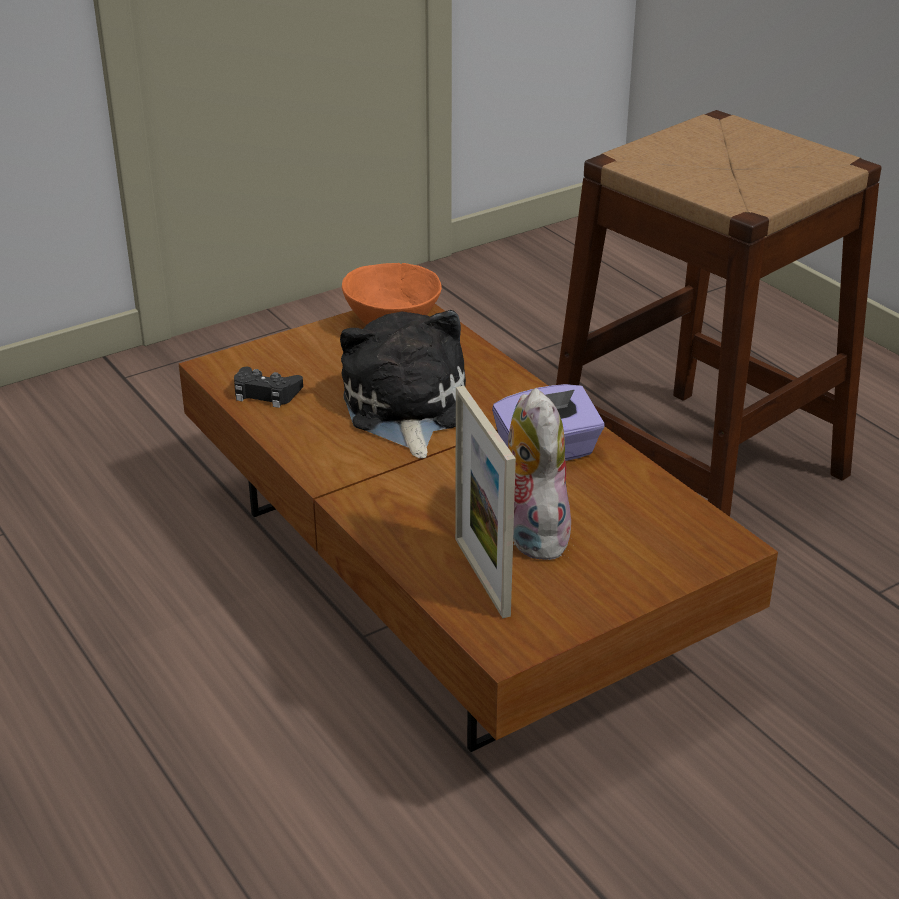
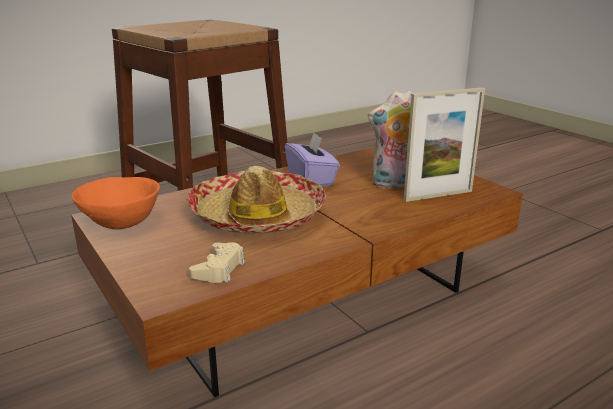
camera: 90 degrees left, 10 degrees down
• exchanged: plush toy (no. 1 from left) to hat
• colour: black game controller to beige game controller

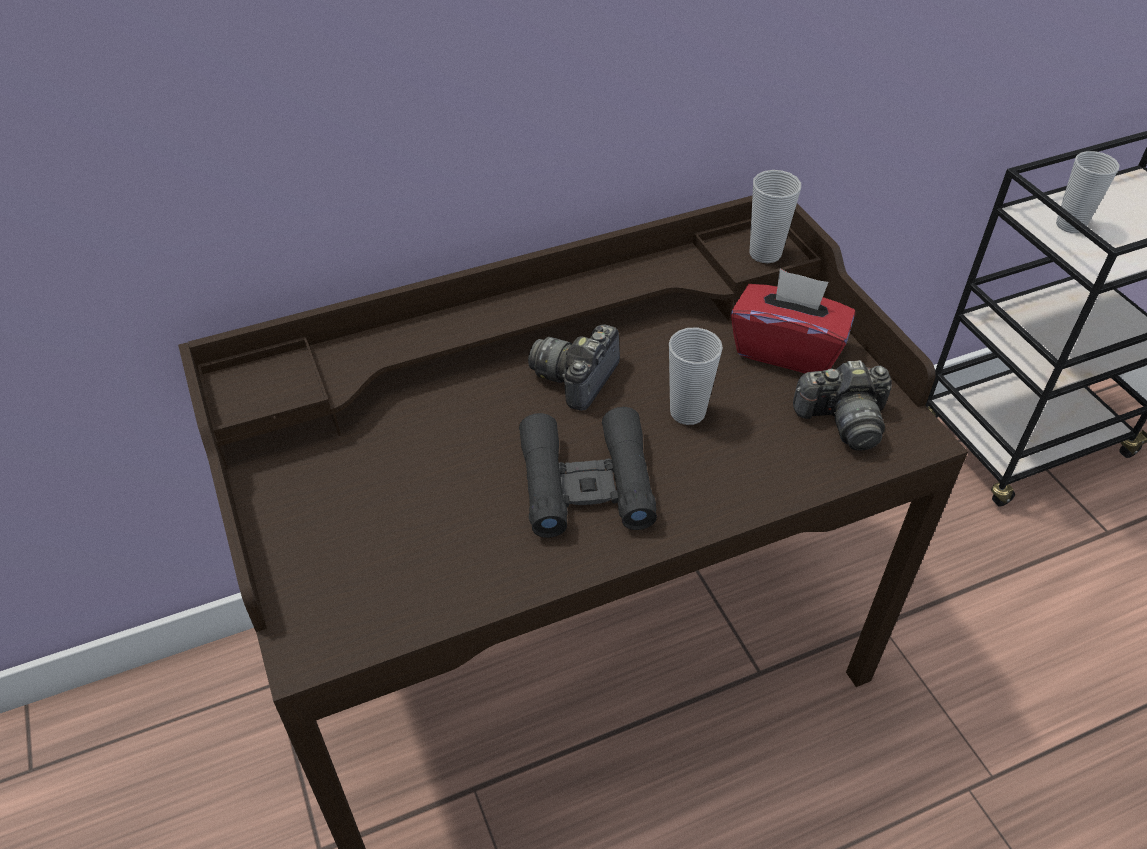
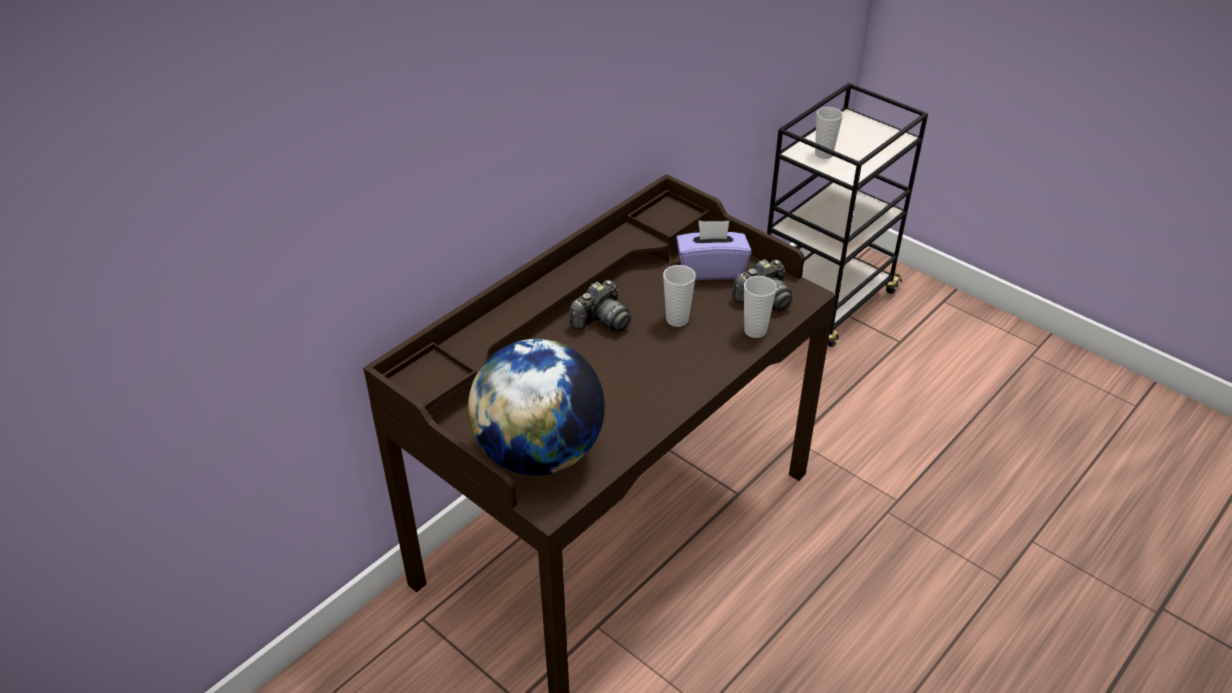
camera: 25 degrees left, 5 degrees down
• missing: black binoculars
• appeared: globe
• relocated: cup (no. 2 from left)
• colour: red tissue box to purple tissue box
• spun: photo camera (no. 1 from left) 135 degrees counterclockwise

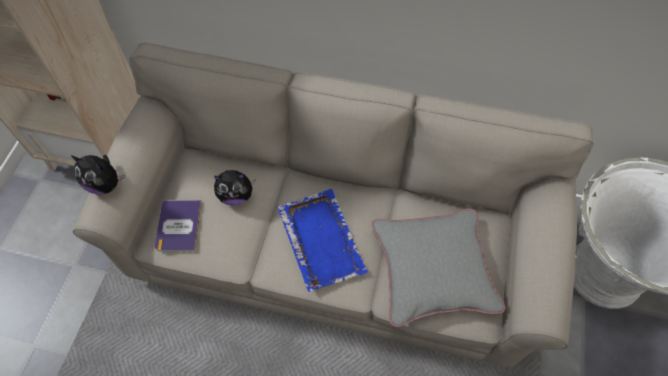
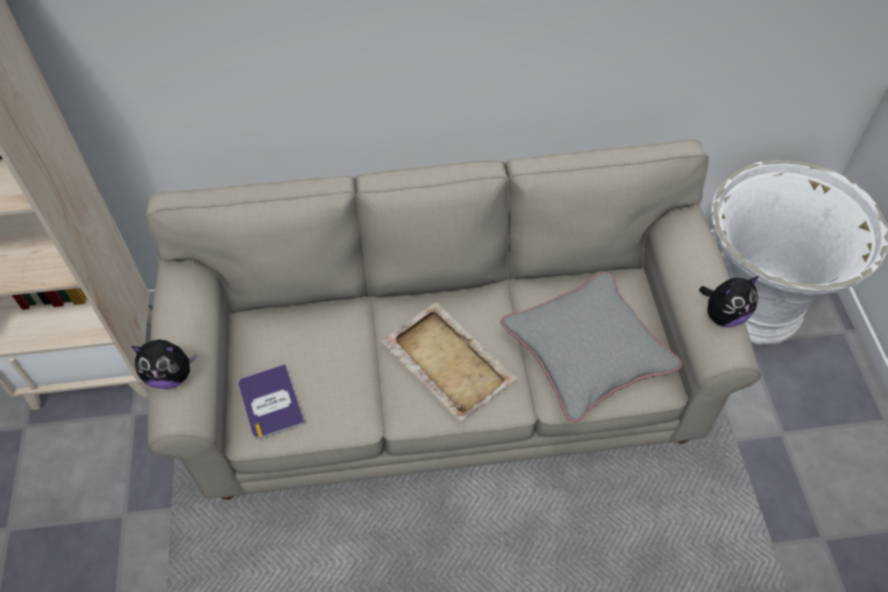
camera: 20 degrees left, 5 degrees down
• relocated: plush toy (no. 2 from left)
• colour: blue tray to beige tray

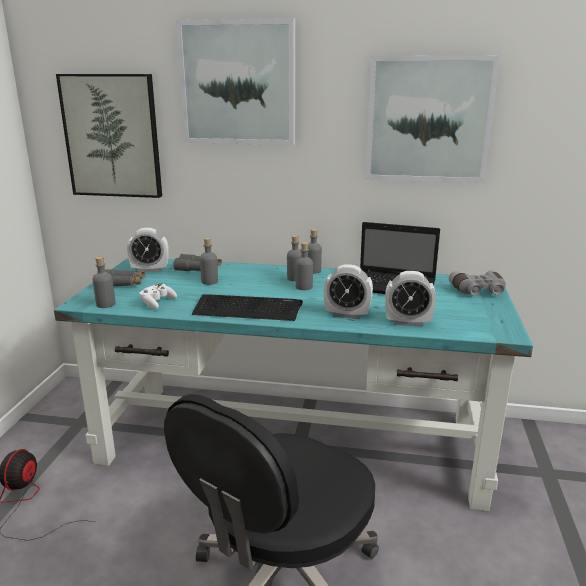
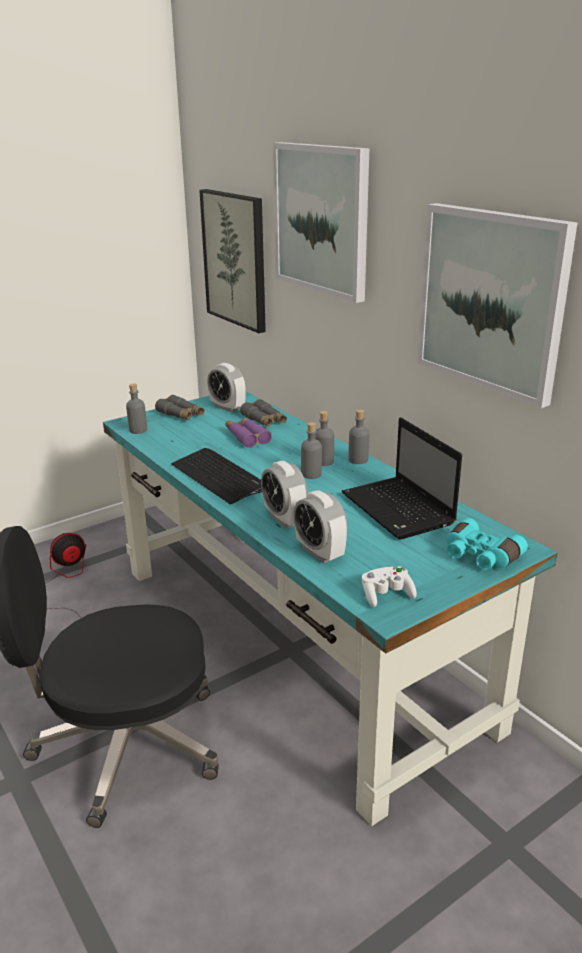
camera: 45 degrees right, 5 degrees up
• relocated: white game controller
• exchanged: grey bottle (no. 2 from left) to purple binoculars
• colour: grey binoculars (no. 3 from left) to turquoise binoculars

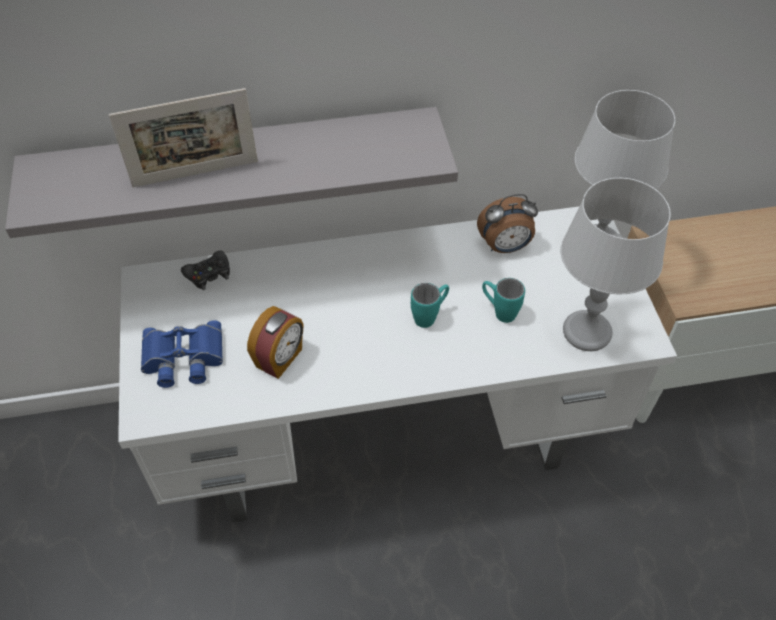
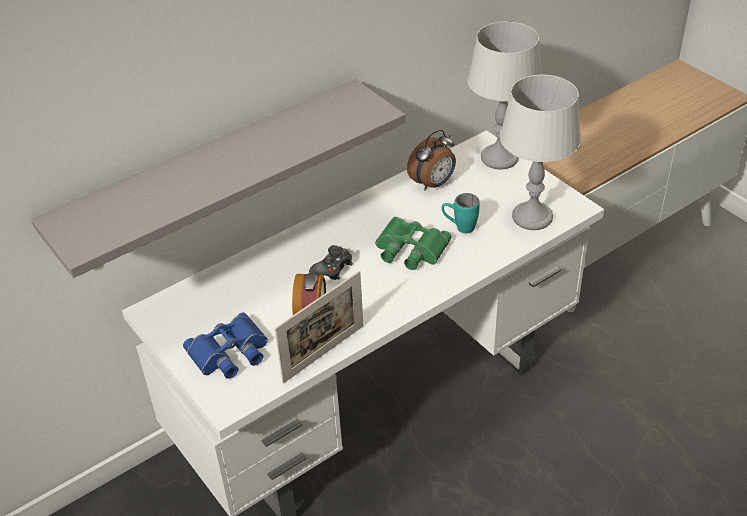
camera: 25 degrees left, 10 degrees down
• relocated: picture frame
• relocated: black game controller
• exchanged: turquoise mug (no. 1 from left) to green binoculars

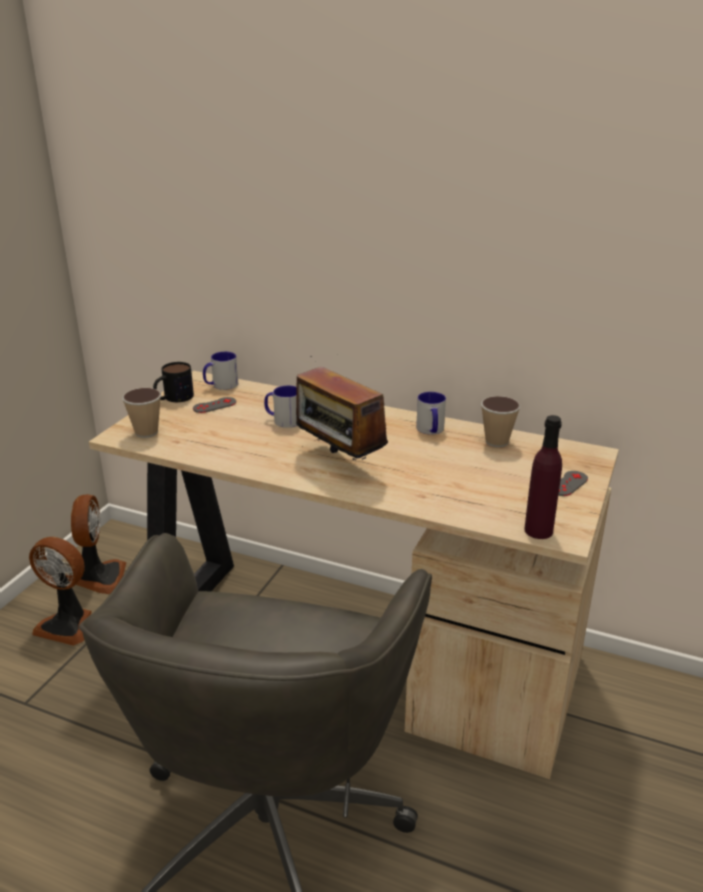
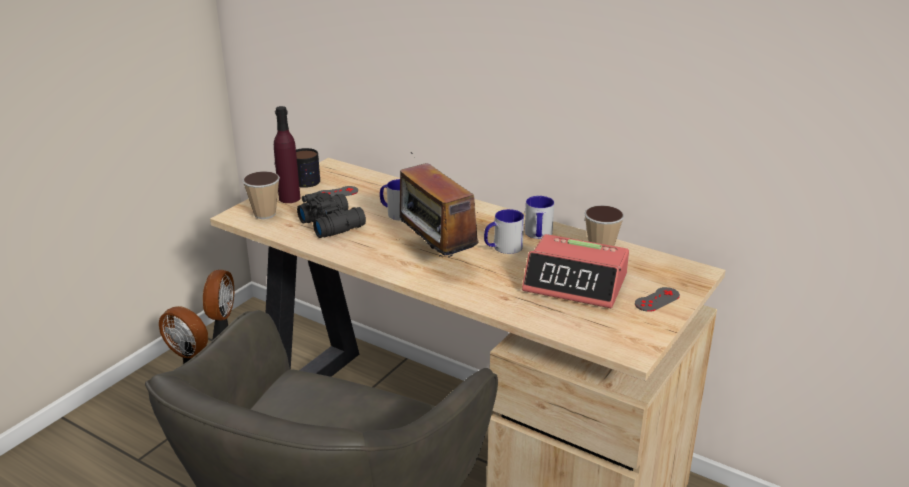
camera: 10 degrees right, 0 degrees up
• appeared: black binoculars
• appeared: alarm clock
• relocated: mug (no. 2 from left in the first image) to mug (no. 3 from left)
• relocated: purple bottle

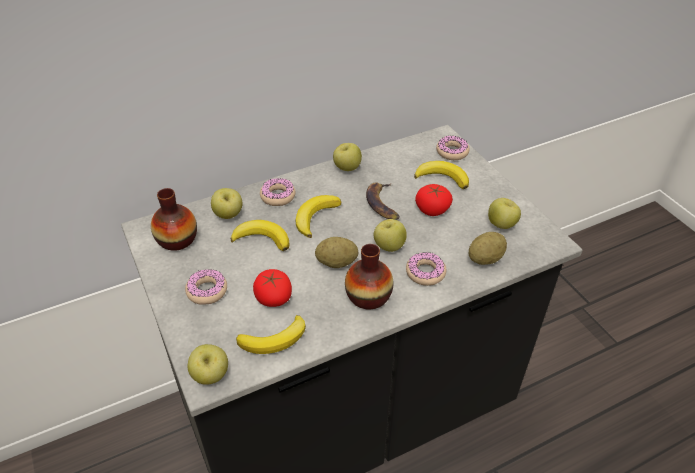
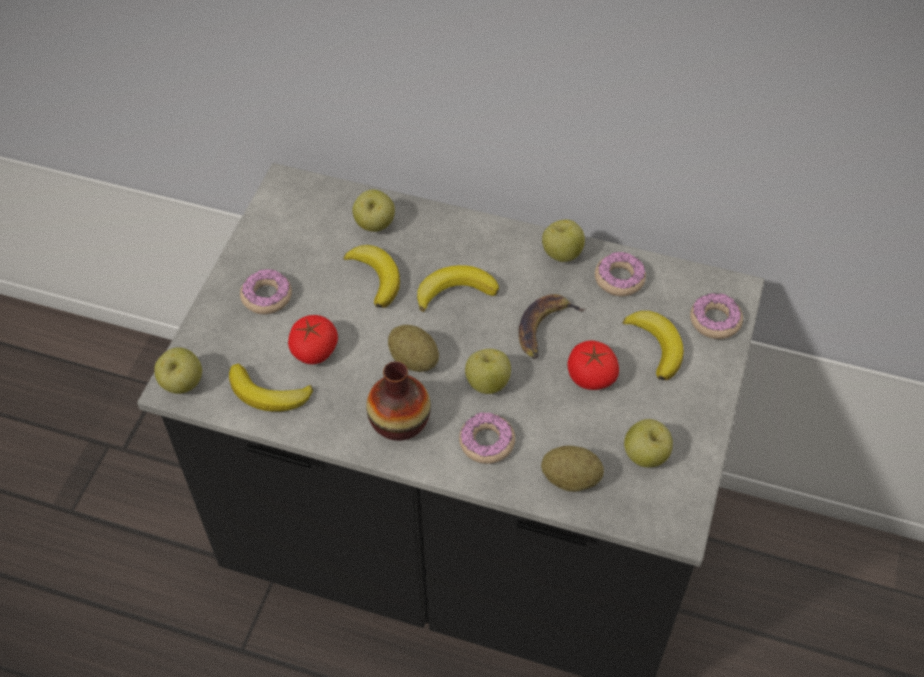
camera: 45 degrees right, 10 degrees up
• missing: vase (no. 1 from left)
• relocated: donut (no. 2 from left in the first image) to donut (no. 3 from left)

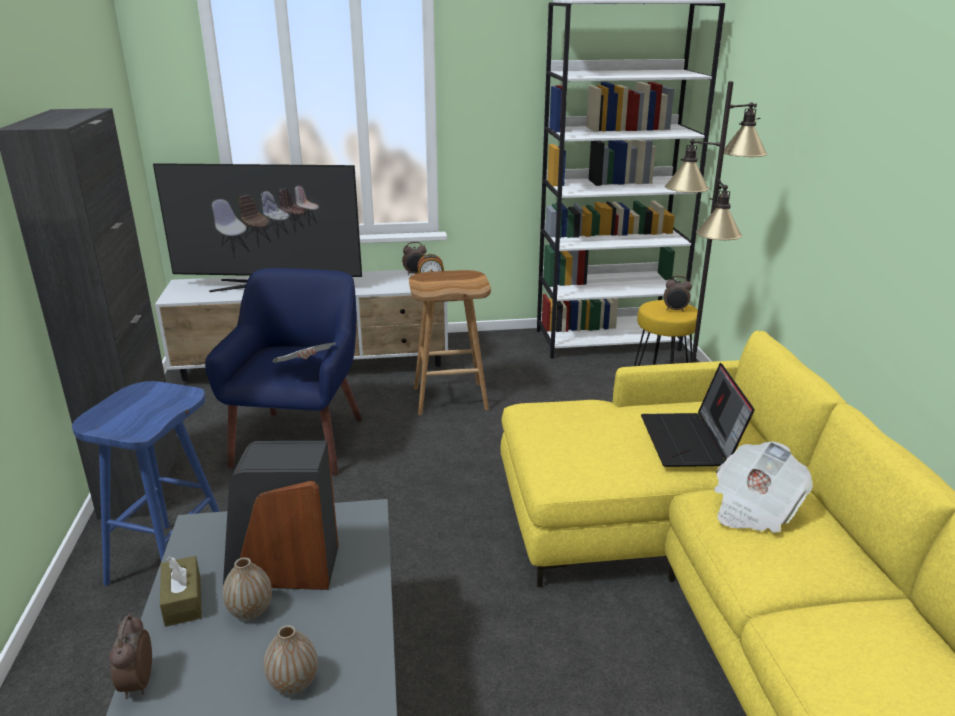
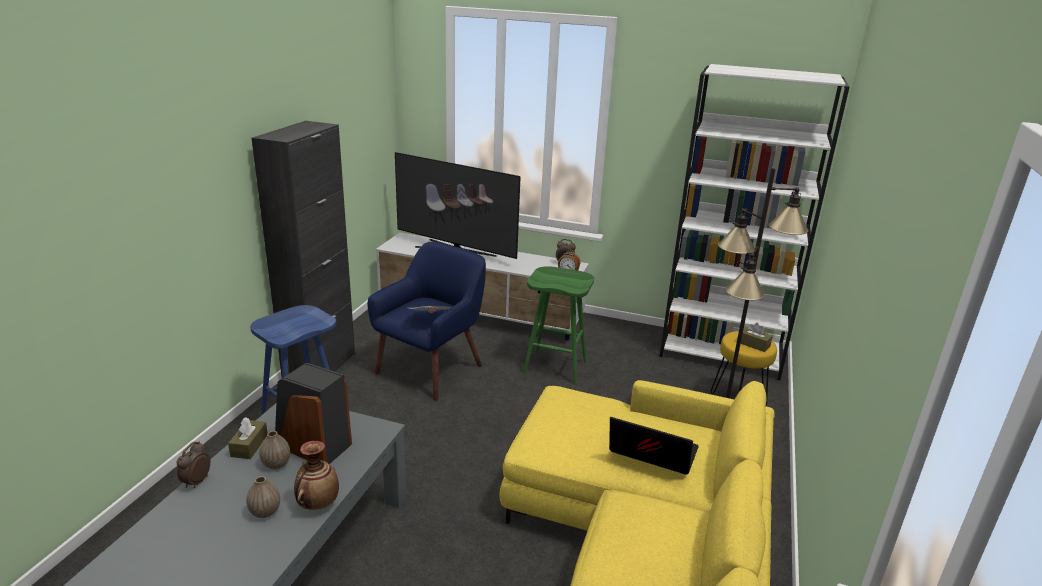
camera: 25 degrees right, 0 degrees up
• missing: newspaper (no. 2 from left)
• appeared: vase (no. 3 from left)
• exchanged: alarm clock (no. 4 from left) to brown tissue box (no. 2 from left)
• colour: brown stool to green stool
• spun: laptop 90 degrees clockwise

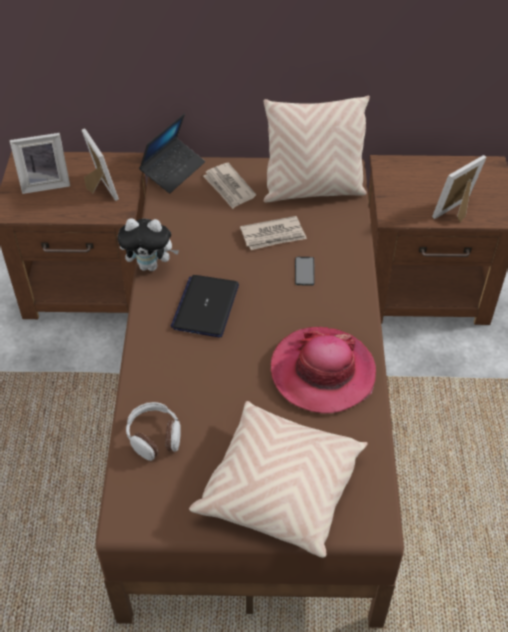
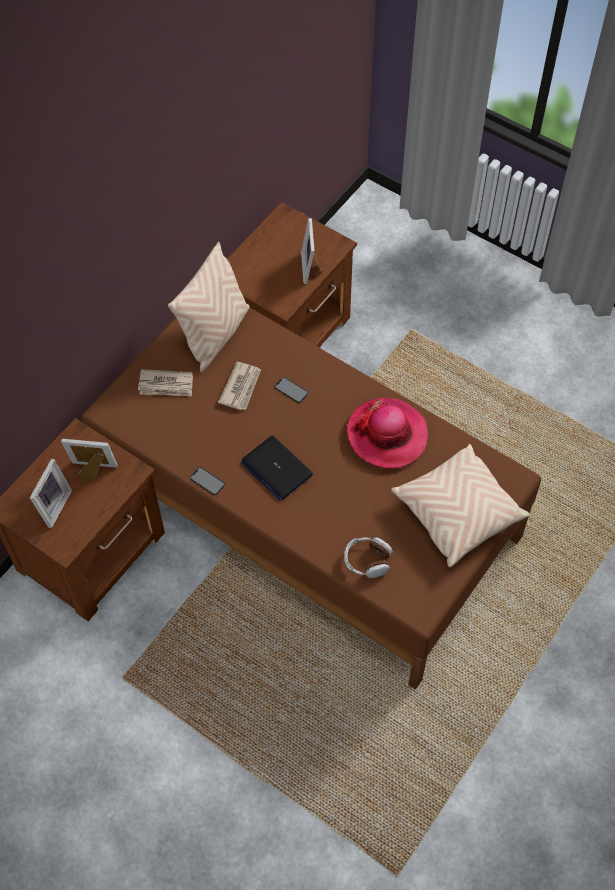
camera: 55 degrees left, 10 degrees up
• missing: laptop (no. 1 from left)
• exchanged: plush toy to phone (no. 1 from left)

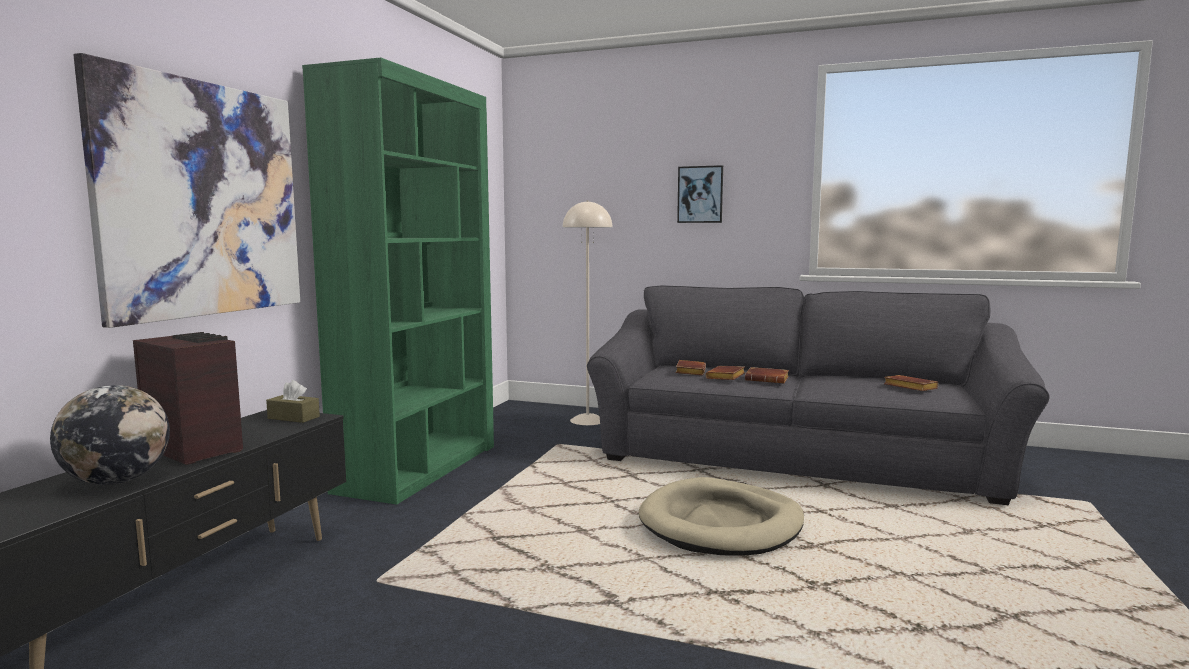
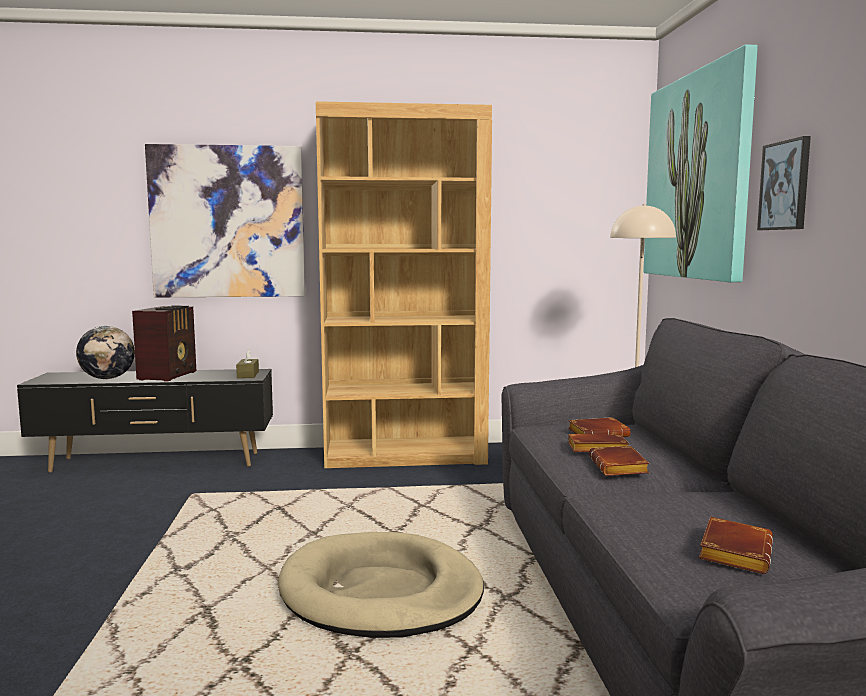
camera: 65 degrees right, 0 degrees up
• appeared: picture (no. 2 from left)
• colour: green bookcase to brown bookcase

